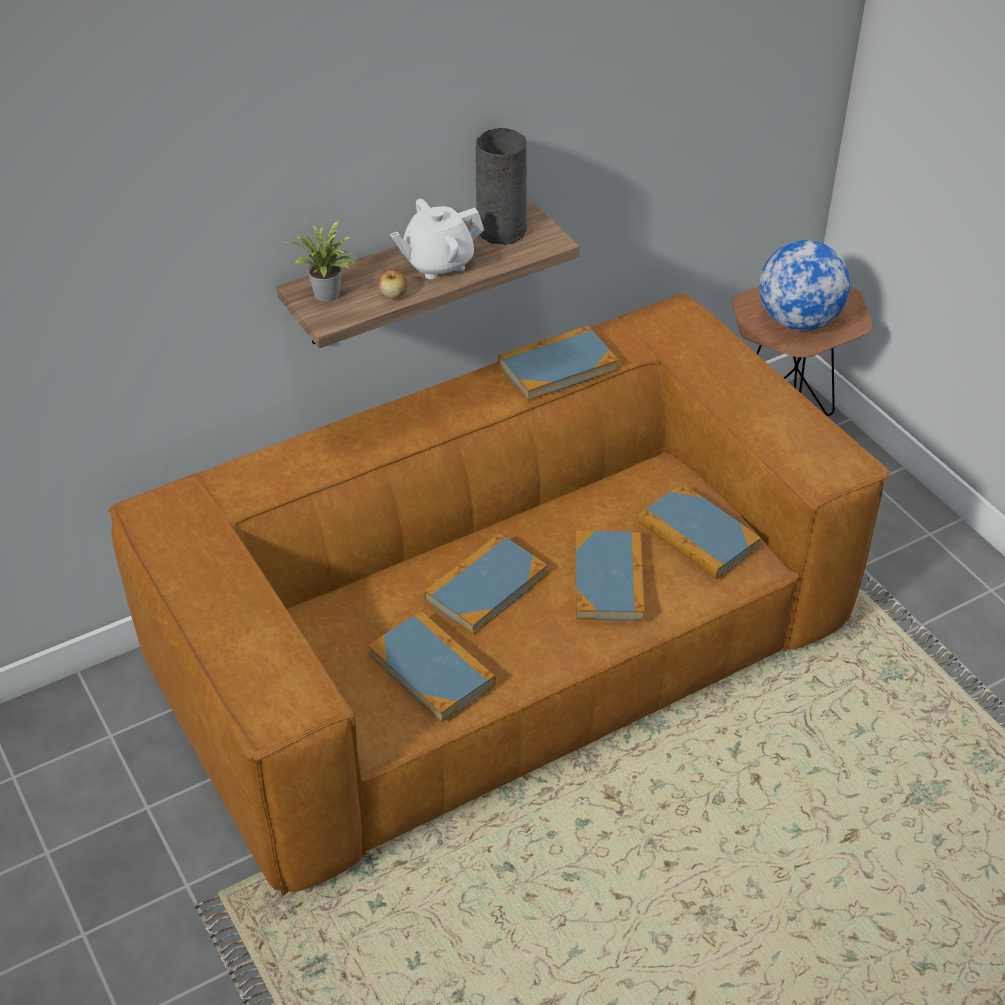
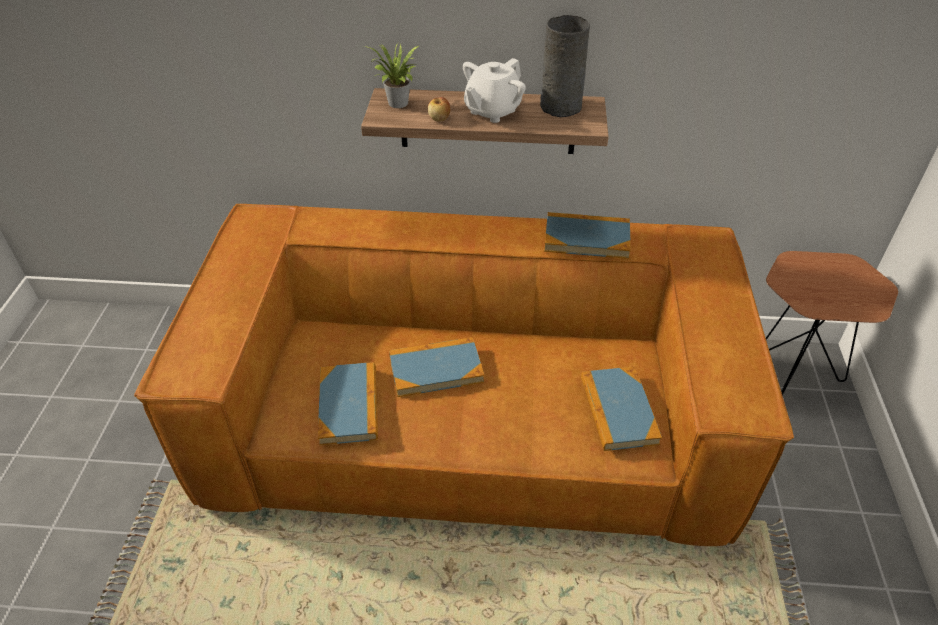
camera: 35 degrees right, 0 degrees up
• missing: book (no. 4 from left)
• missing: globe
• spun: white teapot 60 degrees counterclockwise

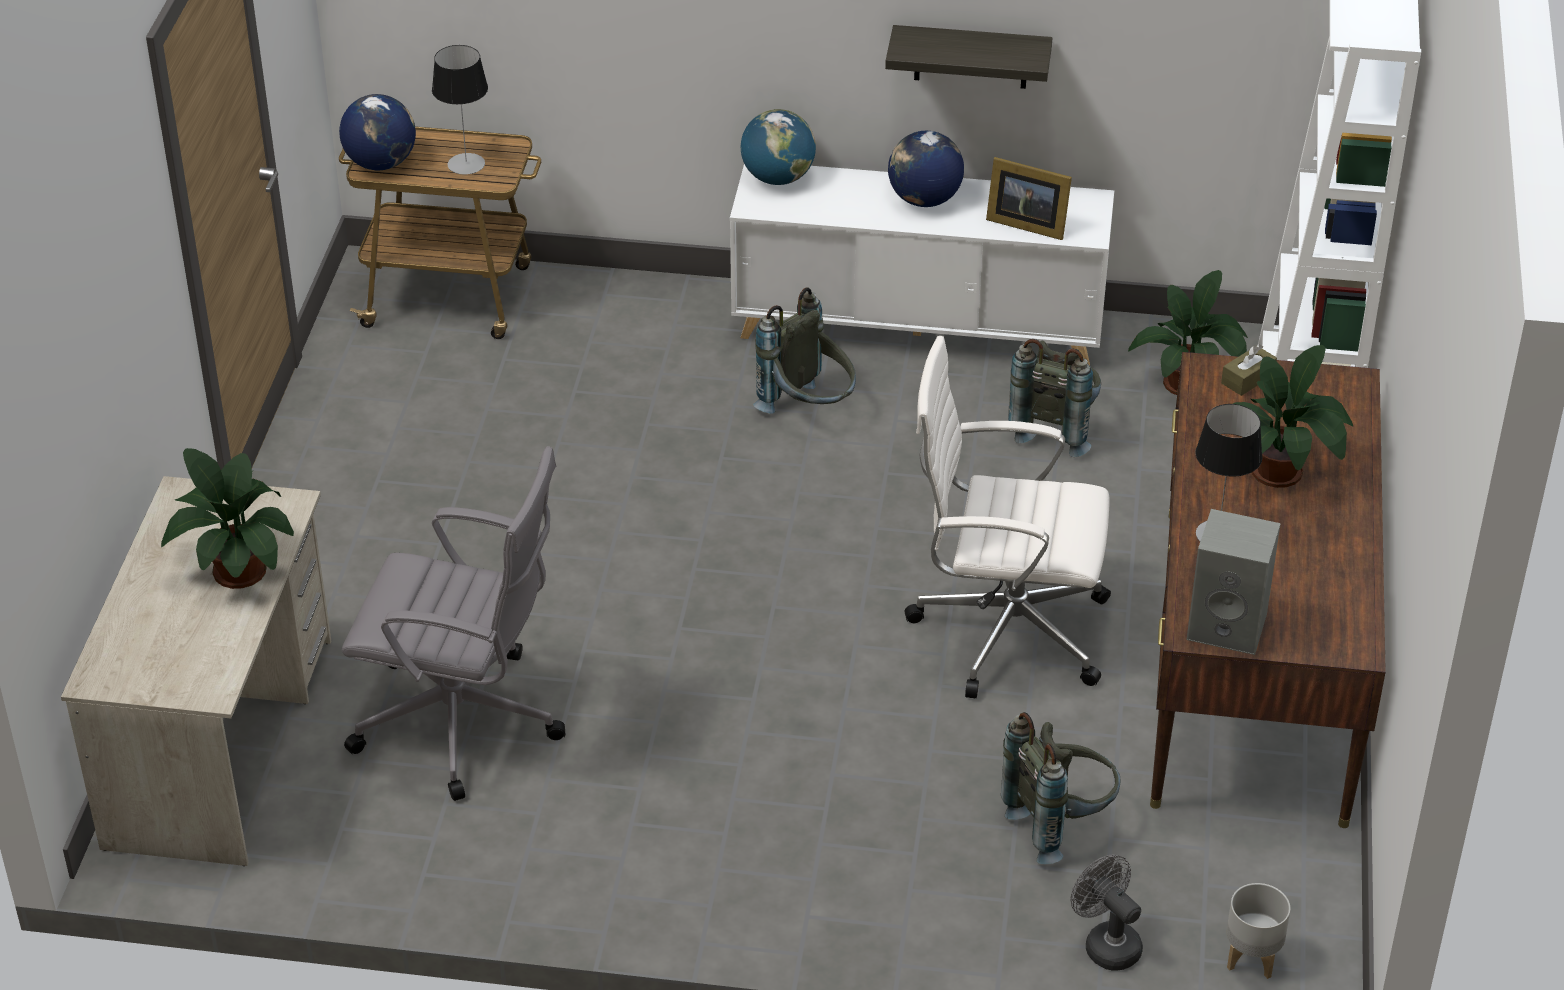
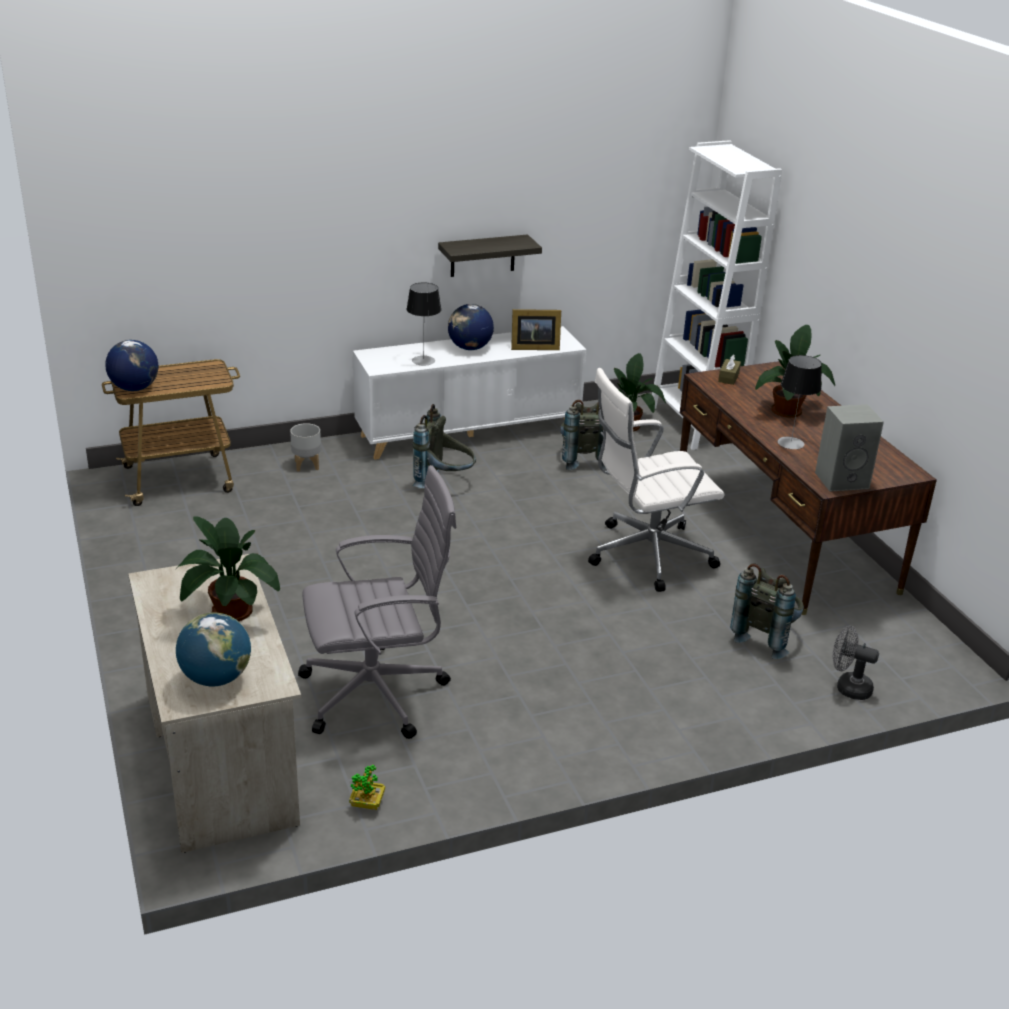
camera: 30 degrees left, 10 degrees down
• appeared: potted plant (no. 2 from left)
• relocated: table lamp (no. 1 from left)
• relocated: globe (no. 2 from left)
• relocated: grey planter

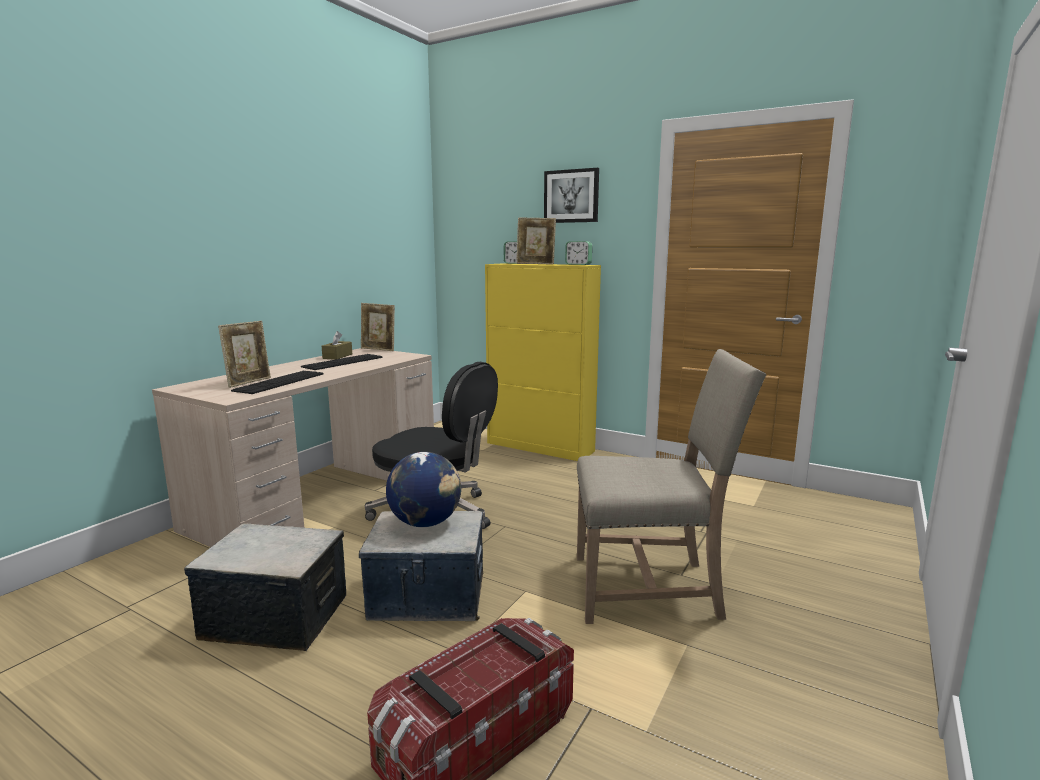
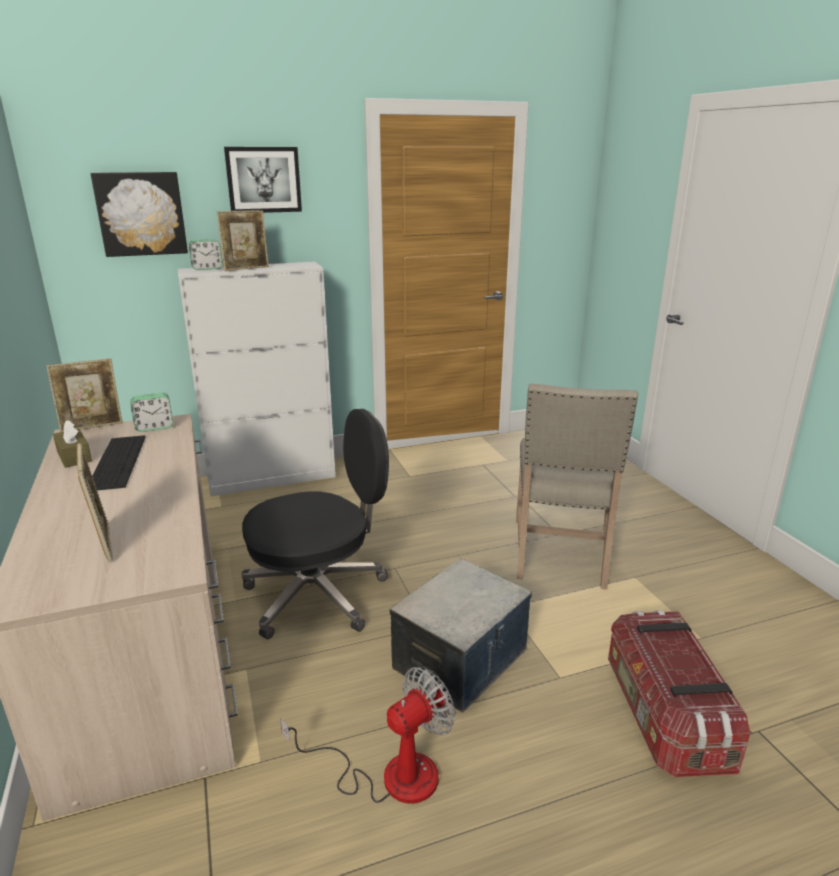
camera: 50 degrees left, 10 degrees up
• missing: keyboard (no. 1 from left)
• missing: globe
• appeared: picture (no. 1 from left)
• relocated: alarm clock (no. 2 from left in the first image) to alarm clock (no. 1 from left)
• exchanged: storage box (no. 1 from left) to fan
• colour: yellow cabinet to white cabinet
• spun: beige chair 150 degrees clockwise

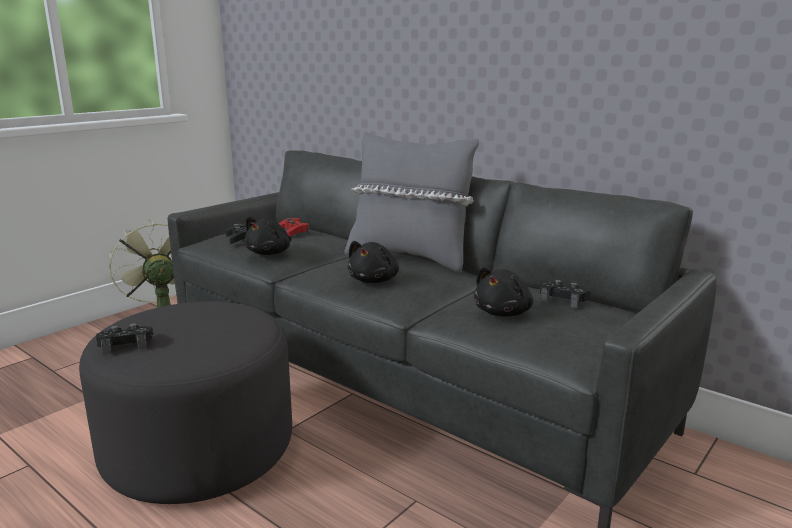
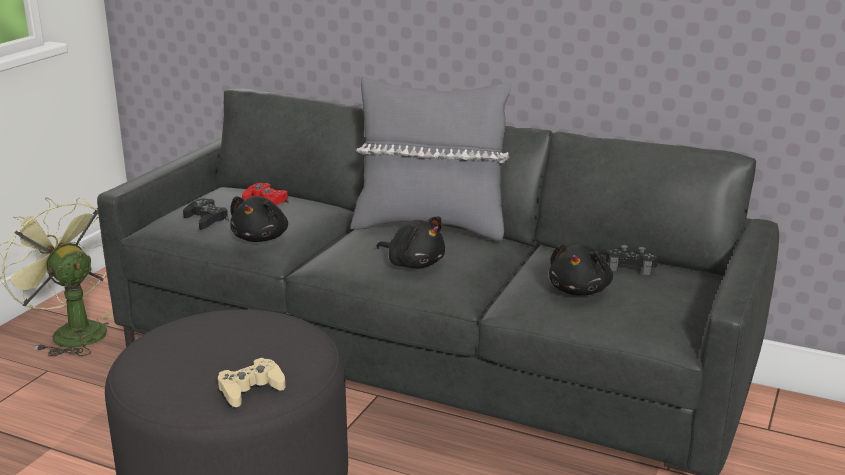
camera: 15 degrees left, 5 degrees up
• missing: black game controller (no. 1 from left)
• appeared: beige game controller
• spun: black plush toy (no. 2 from left) 60 degrees counterclockwise

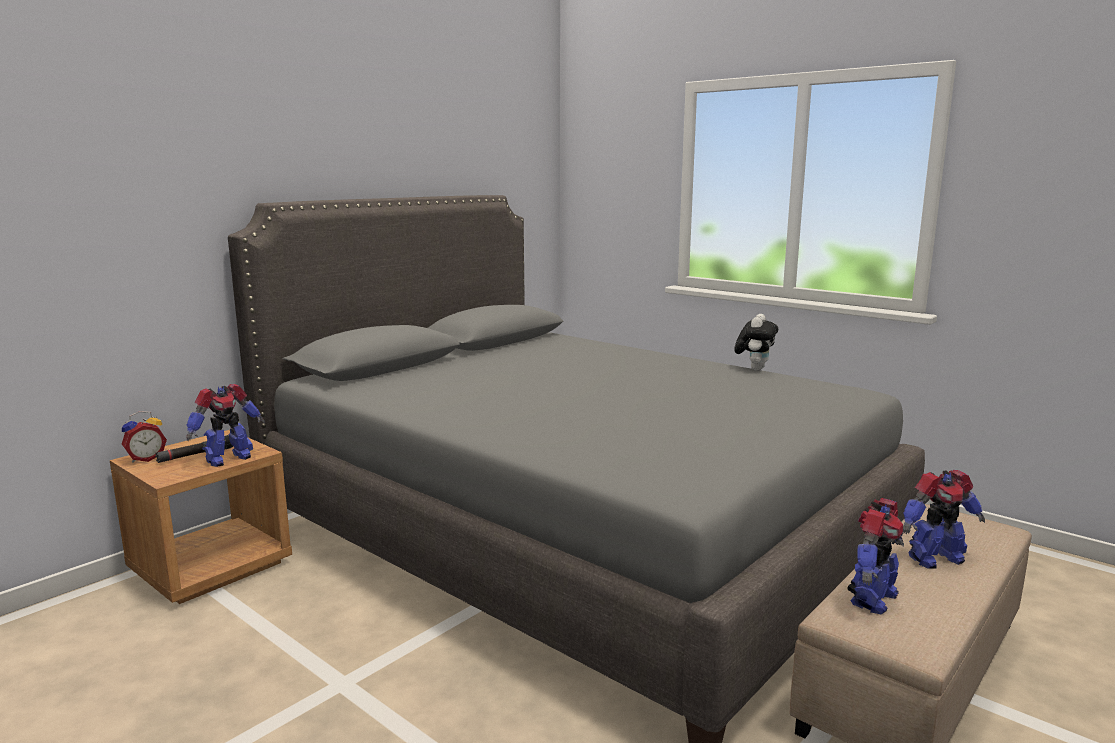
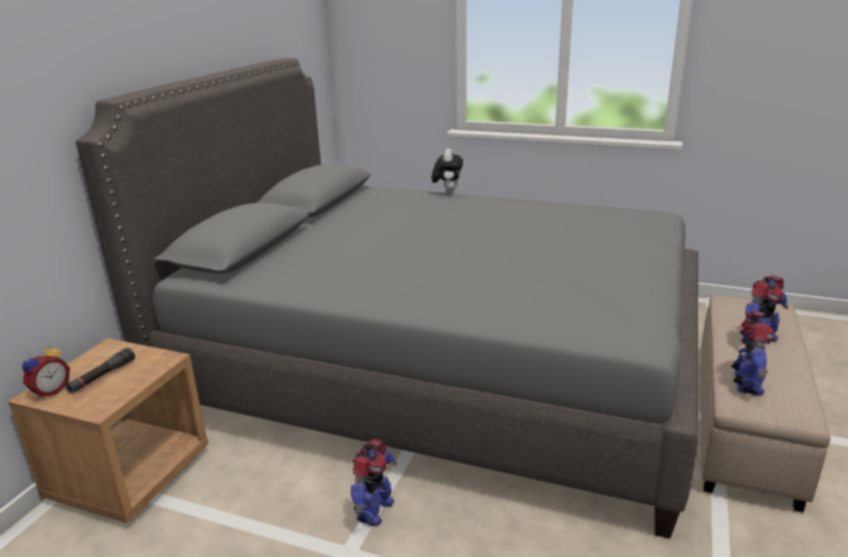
camera: 20 degrees left, 10 degrees up
• relocated: toy robot (no. 1 from left)
• relocated: plush toy

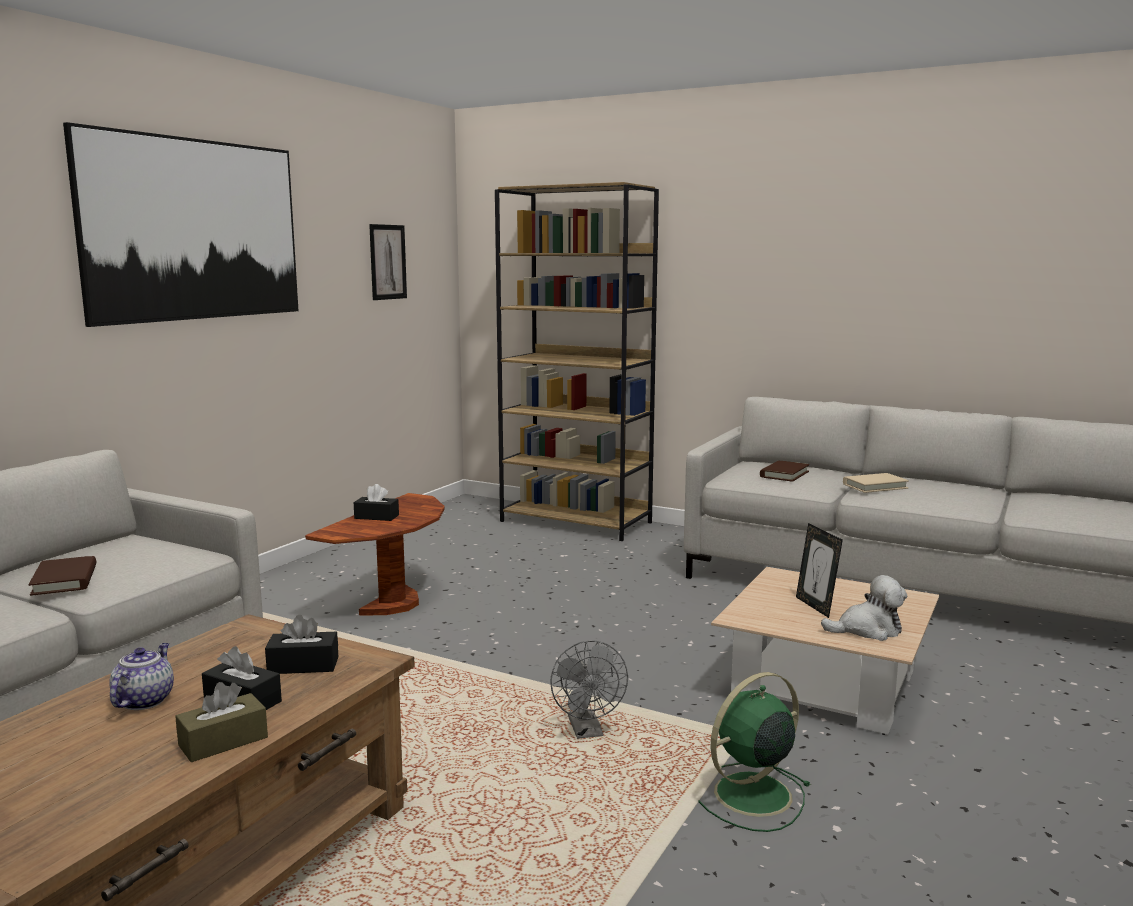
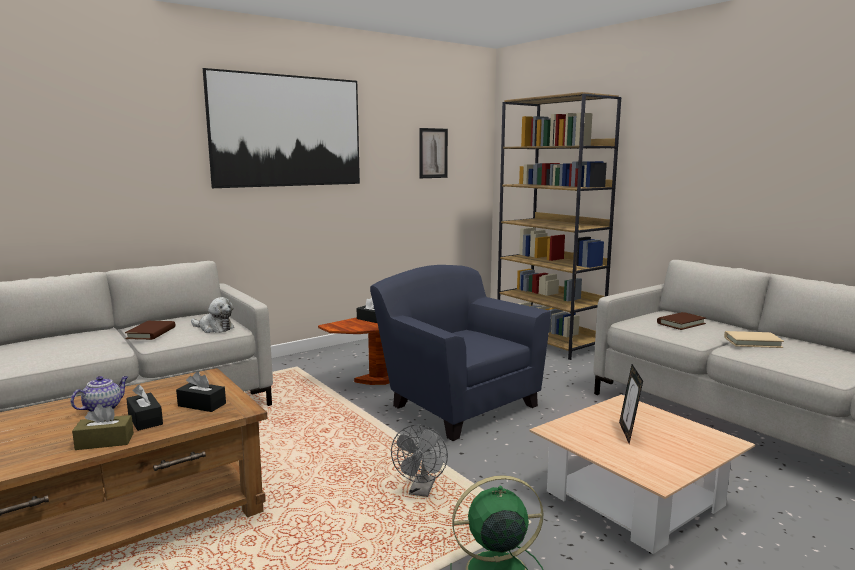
camera: 25 degrees right, 0 degrees up
• appeared: blue armchair
• relocated: plush toy

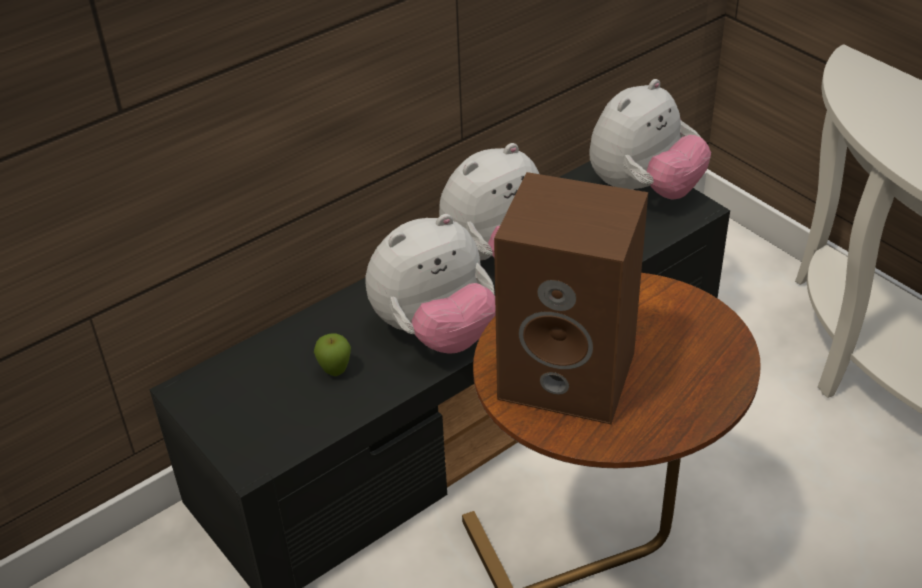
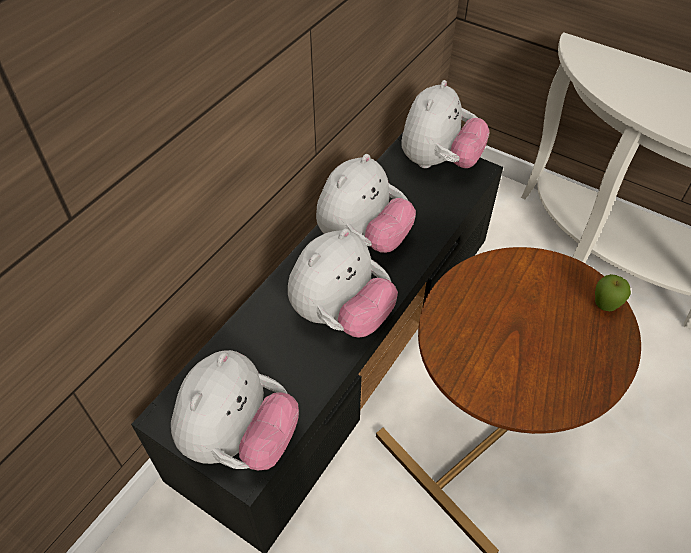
camera: 20 degrees left, 10 degrees up
• missing: brown speaker
• appeared: plush toy (no. 1 from left)
• relocated: apple

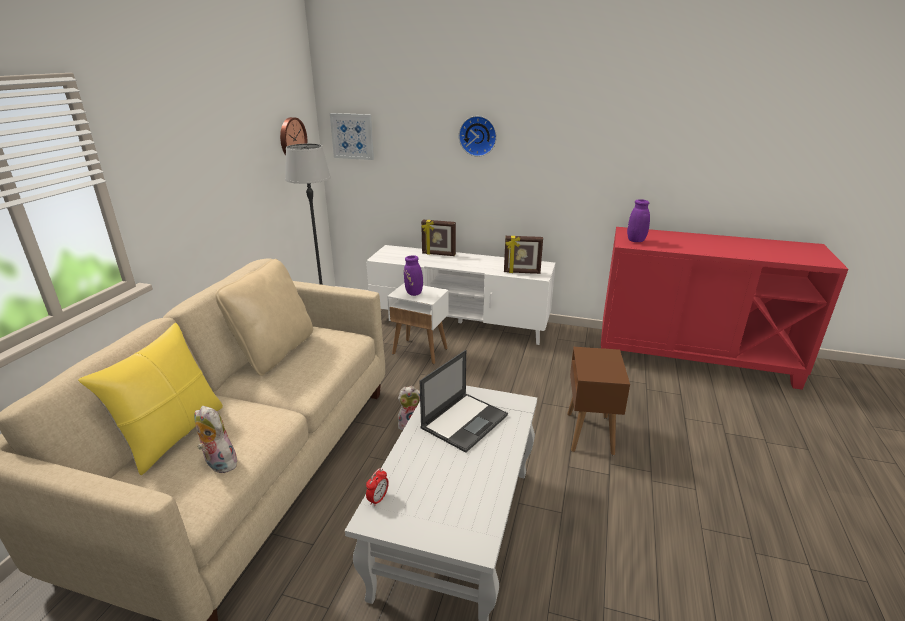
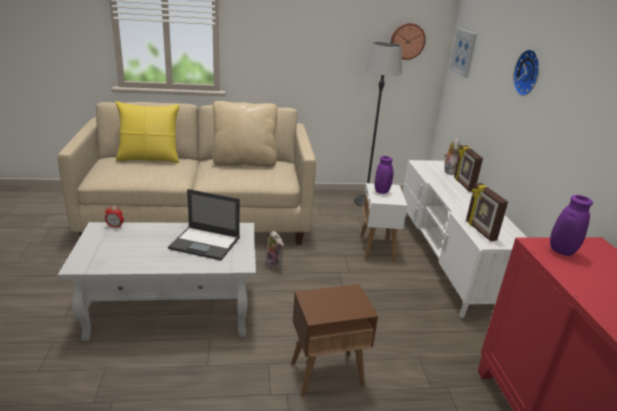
camera: 65 degrees right, 0 degrees up
• relocated: plush toy (no. 1 from left in the first image) to plush toy (no. 2 from left)

